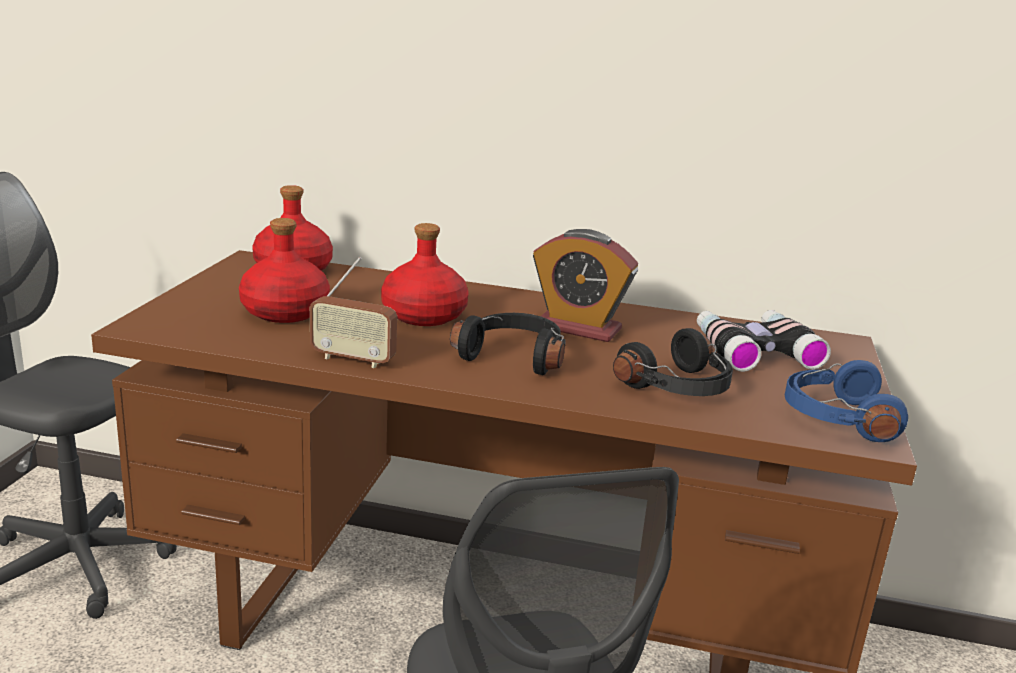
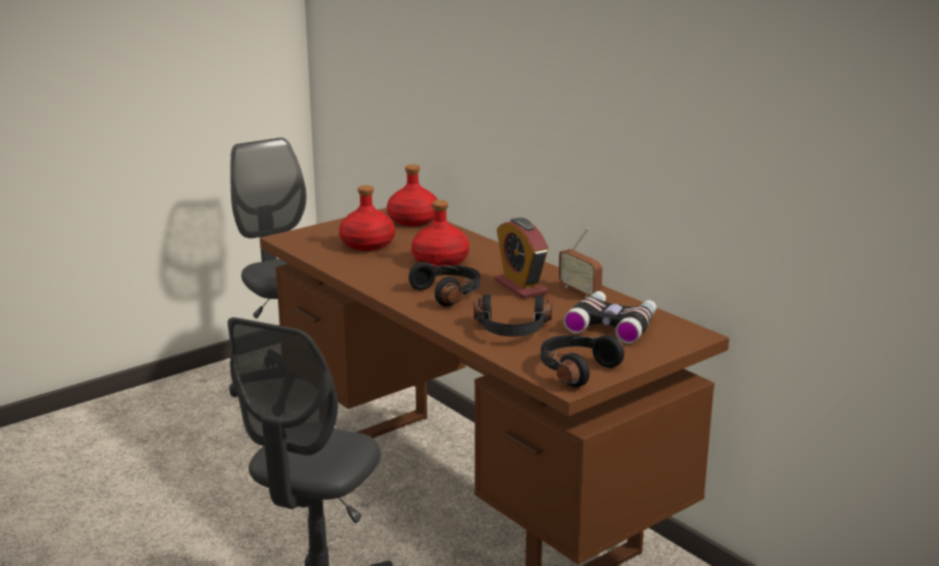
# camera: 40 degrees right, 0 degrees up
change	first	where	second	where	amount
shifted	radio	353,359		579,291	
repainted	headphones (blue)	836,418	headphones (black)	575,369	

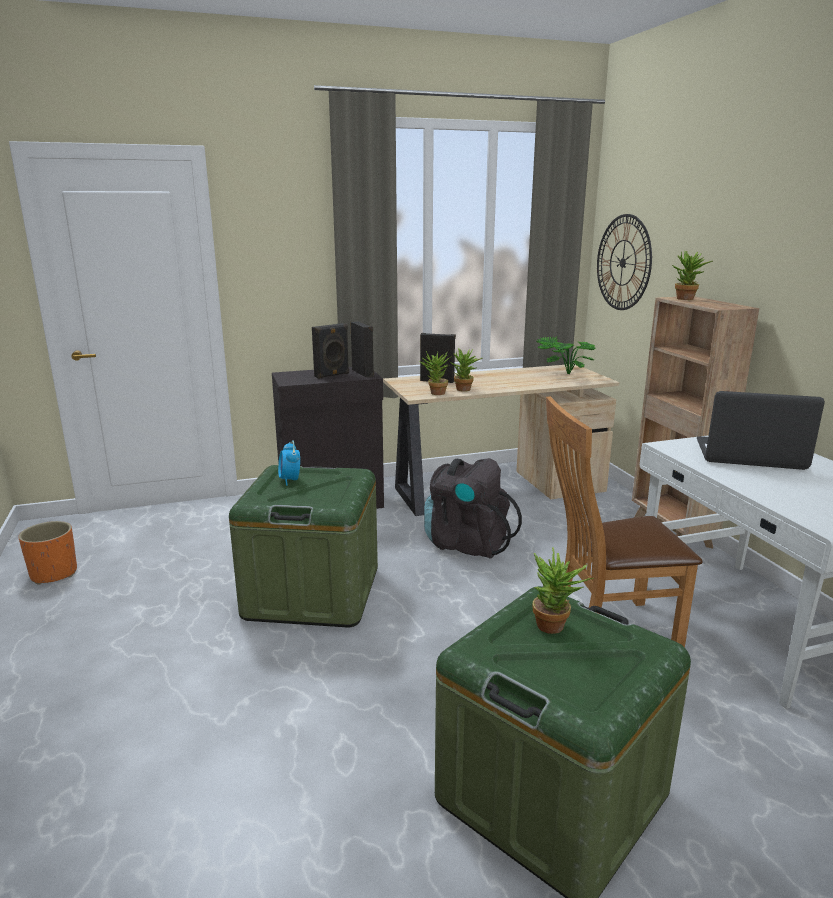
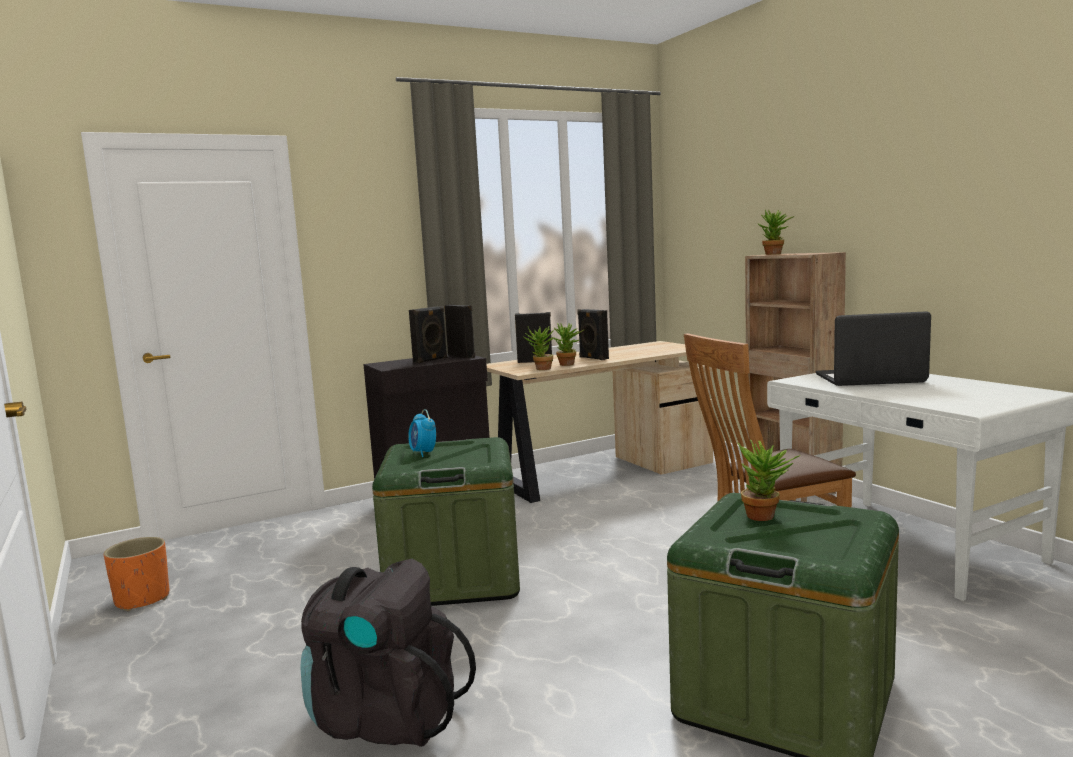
# camera: 10 degrees left, 10 degrees down
change	first	where	second	where	amount
gone	potted plant	564,374			
gone	wall clock	623,262			
new			speaker (black)	593,358	
shifted	backpack (black)	467,543		385,717	

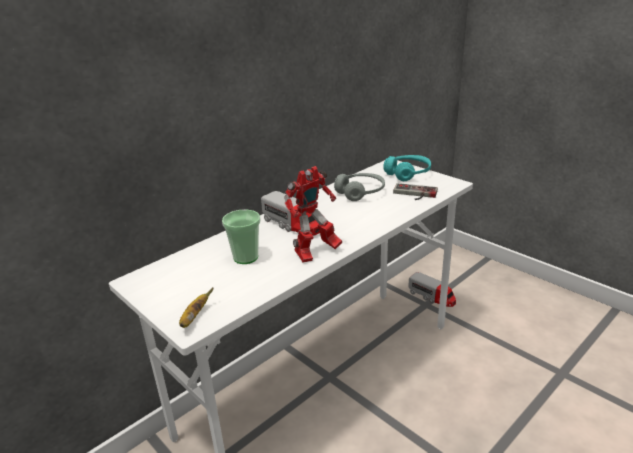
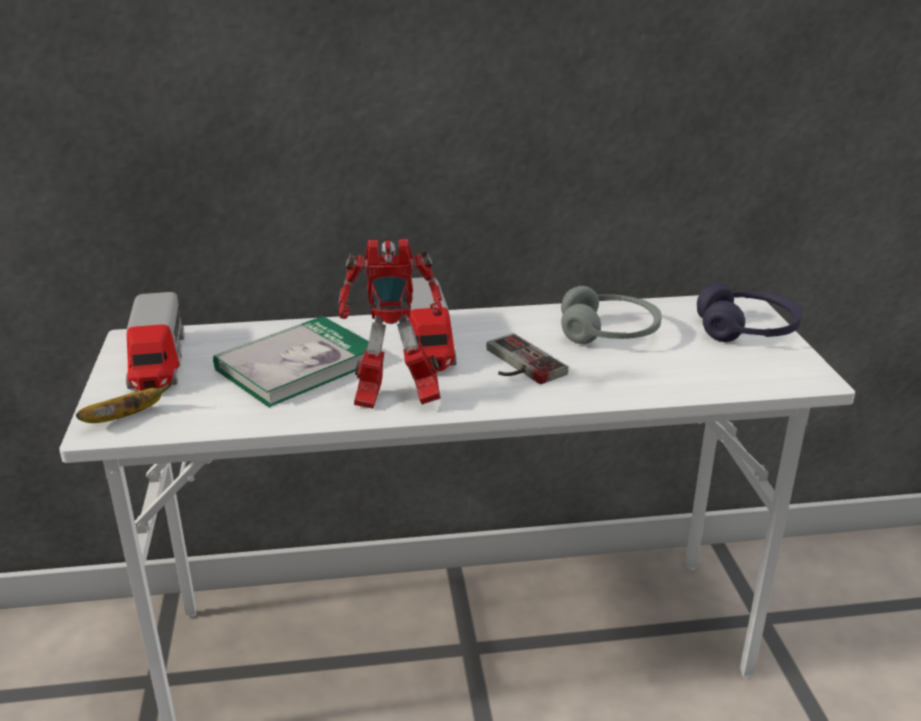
# camera: 35 degrees right, 0 degrees up
change	first	where	second	where	amount
shifted	game controller	414,194		517,364	
shifted	toy truck	432,297		158,363	
swapped	cup	245,257	book	297,365	
repainted	headphones (turquoise)	407,173	headphones (purple)	746,330	

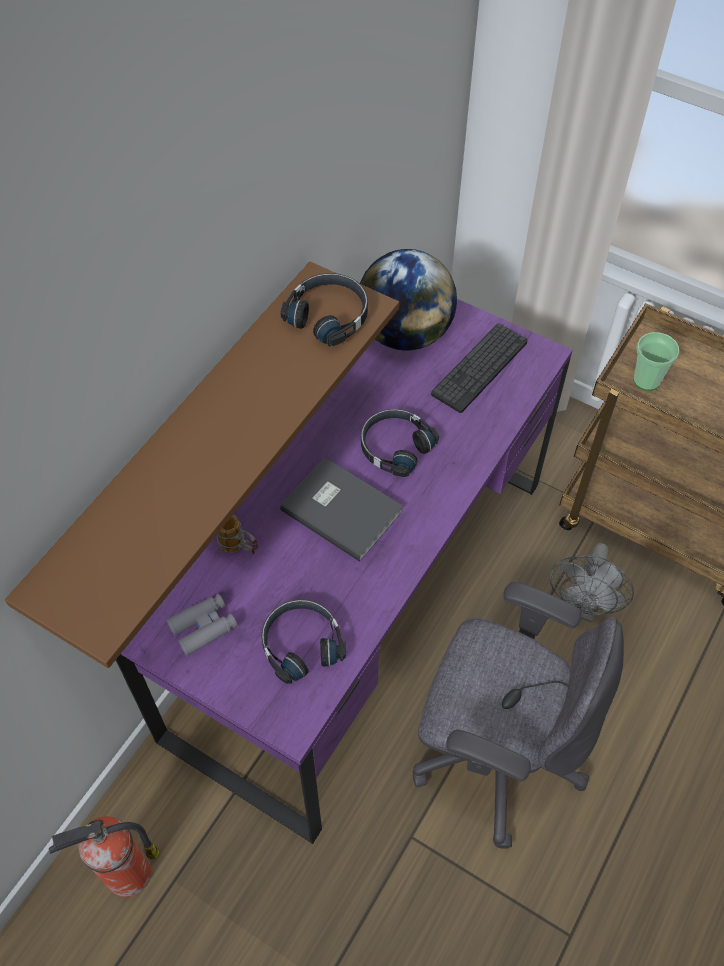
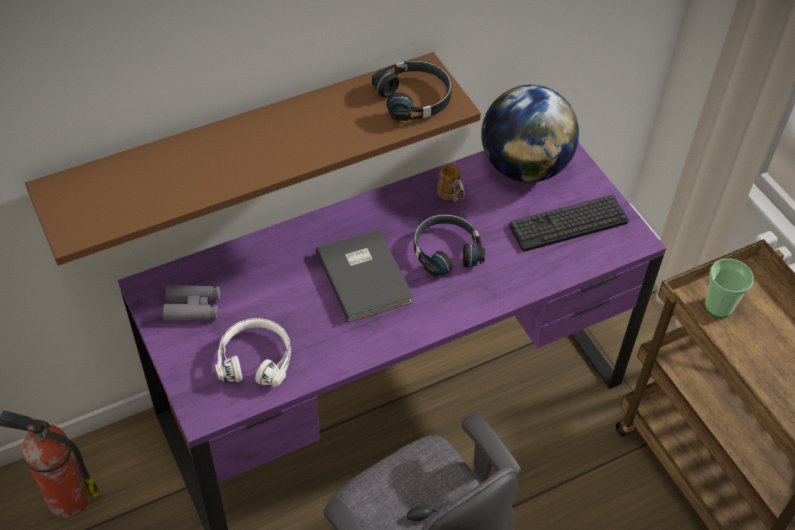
# camera: 30 degrees right, 5 degrees down
change	first	where	second	where	amount
gone	fan (grey)	582,607			
shifted	mug	240,548		452,199	
repainted	headphones (black)	301,643	headphones (white)	255,358	

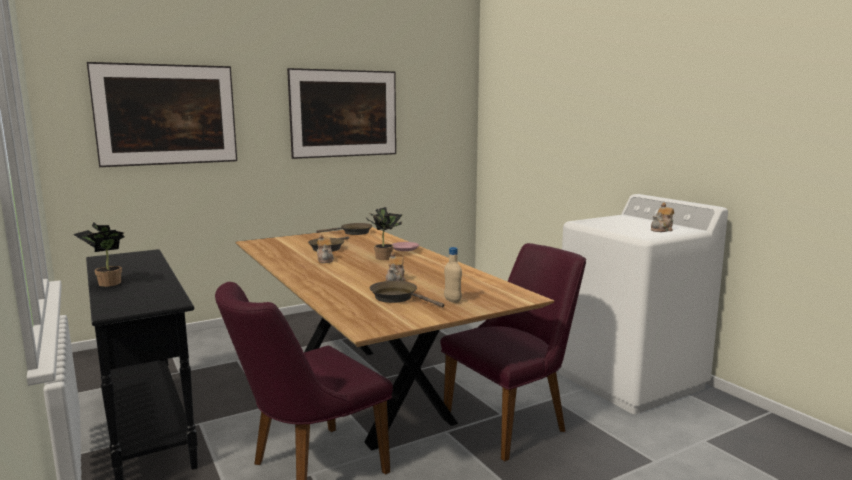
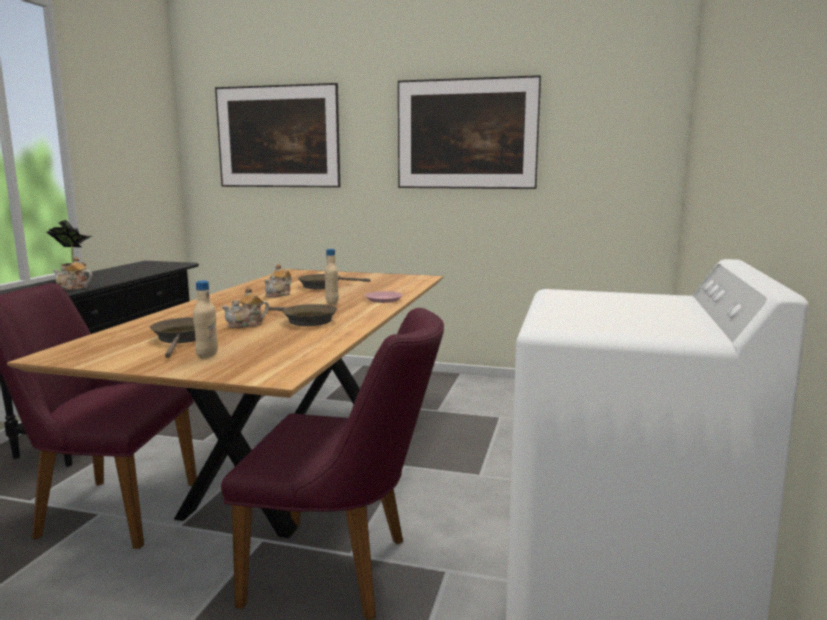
# camera: 45 degrees right, 0 degrees up
change	first	where	second	where	amount
shifted	frying pan (brown)	353,232		306,320	
shifted	teapot	662,230		73,288	
swapped	potted plant	384,257	bottle (beige)	332,303	

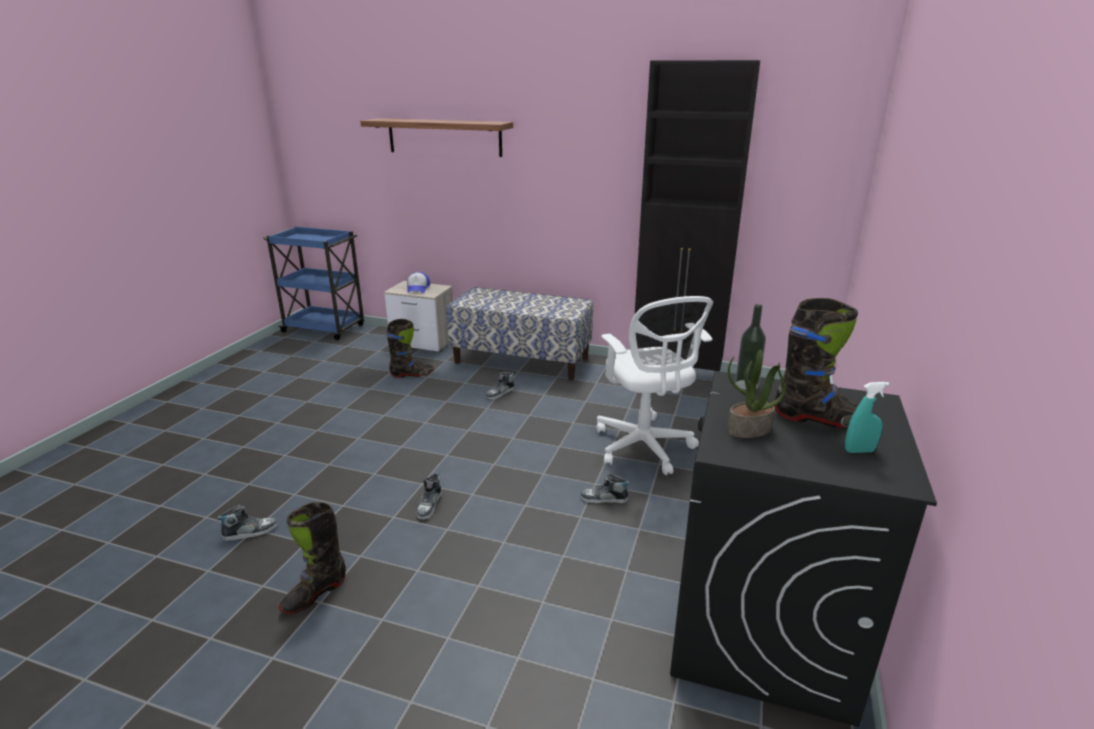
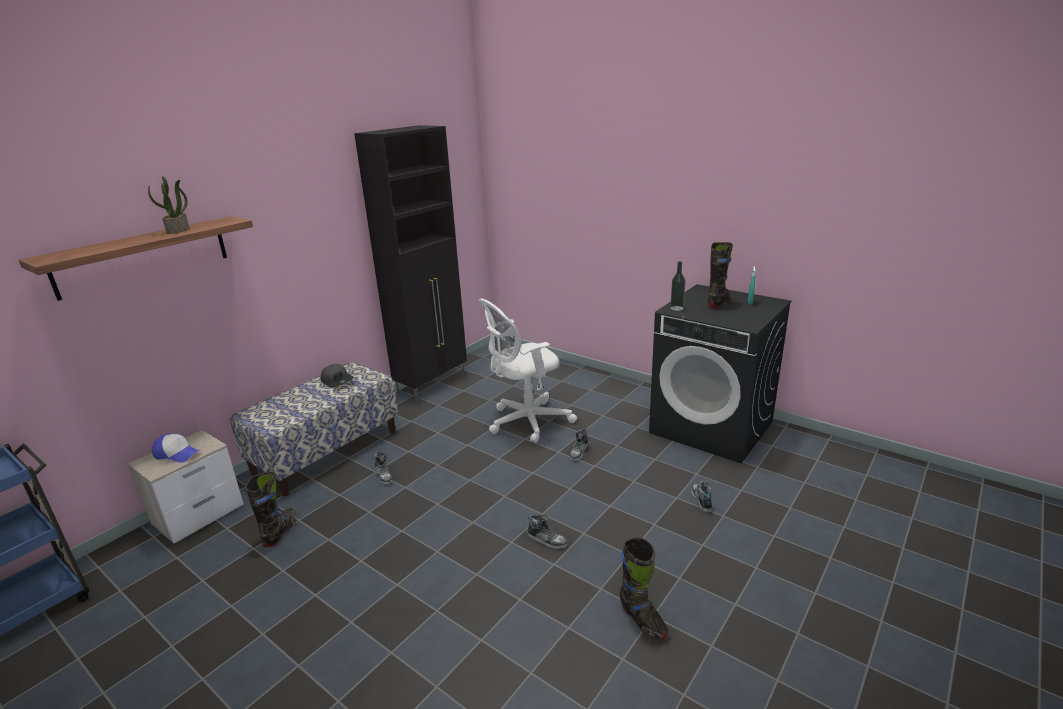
# camera: 70 degrees left, 0 degrees up
change	first	where	second	where	amount
new			cap (grey)	337,381	
shifted	shoe	250,532		701,499	
shifted	potted plant	749,430		178,230	
rotated	office chair (white)	645,448		526,422	150 degrees clockwise

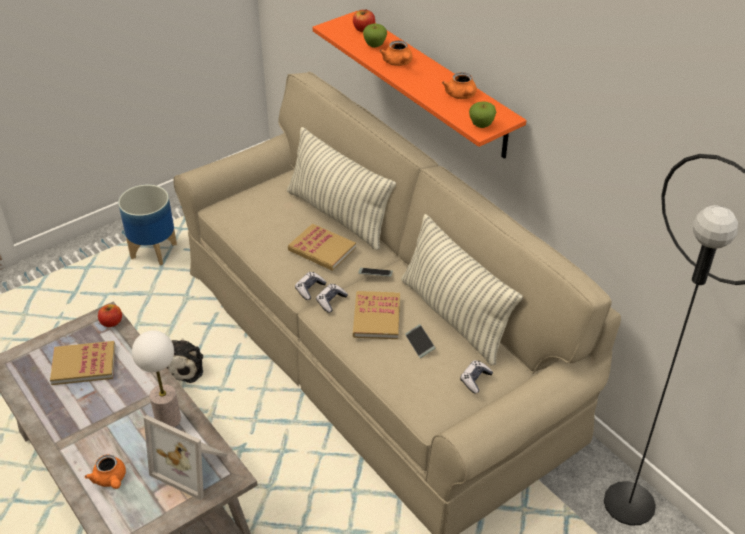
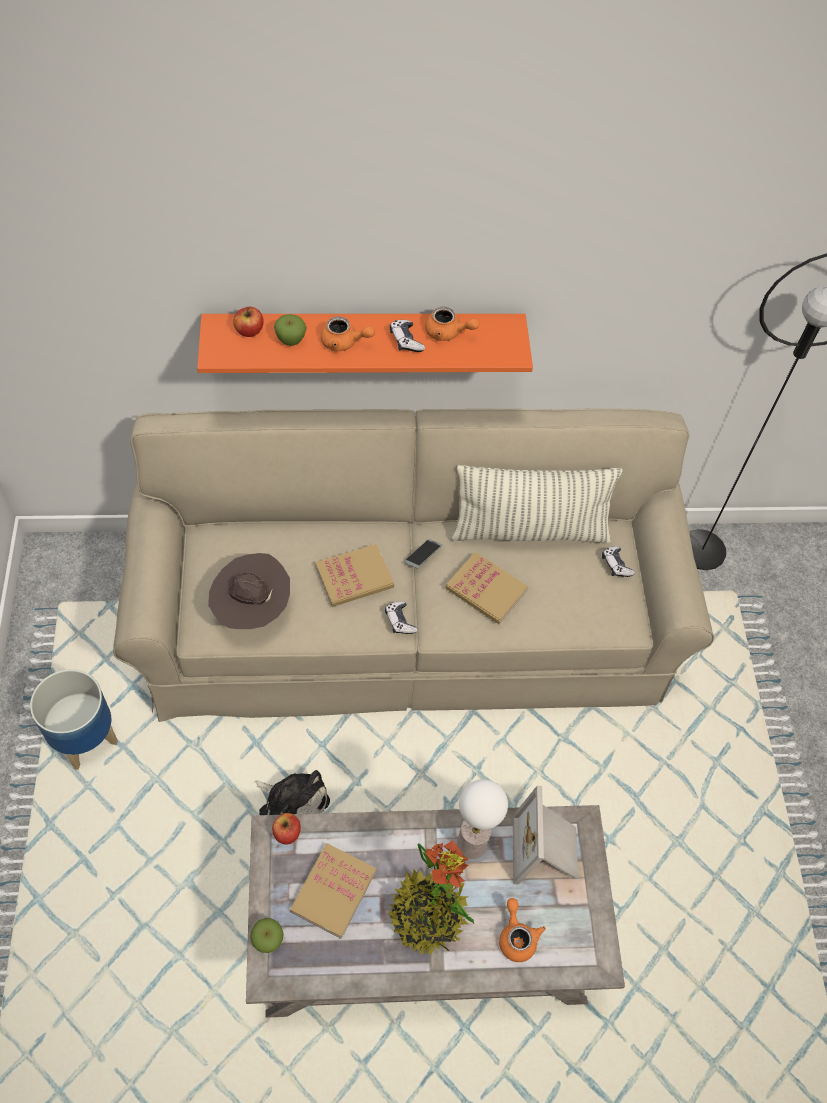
# camera: 60 degrees left, 15 degrees up
change	first	where	second	where	amount
gone	pillow	338,215			
gone	phone	419,344			
new			hat (brown)	251,608	
new			potted plant	427,916	
shifted	game controller	331,301		406,340	
shifted	apple	481,125		268,940	
rotated	teapot (orange)	110,479		517,936	105 degrees counterclockwise
rotated	picture frame	193,465		546,851	120 degrees clockwise

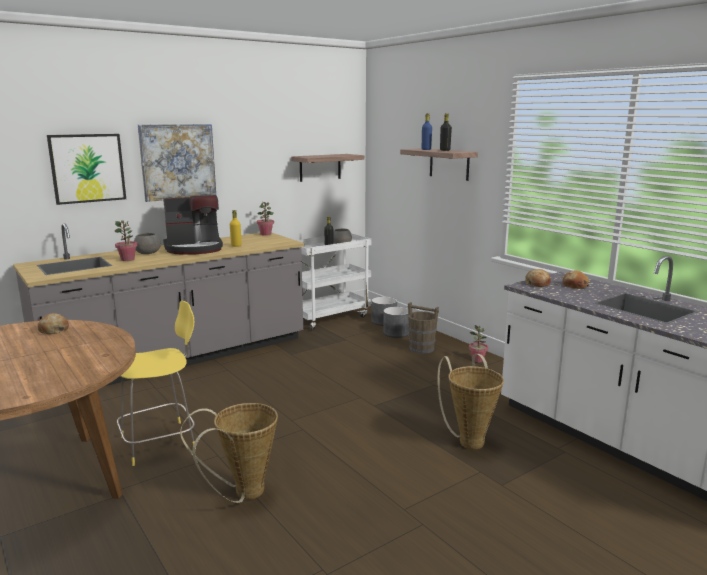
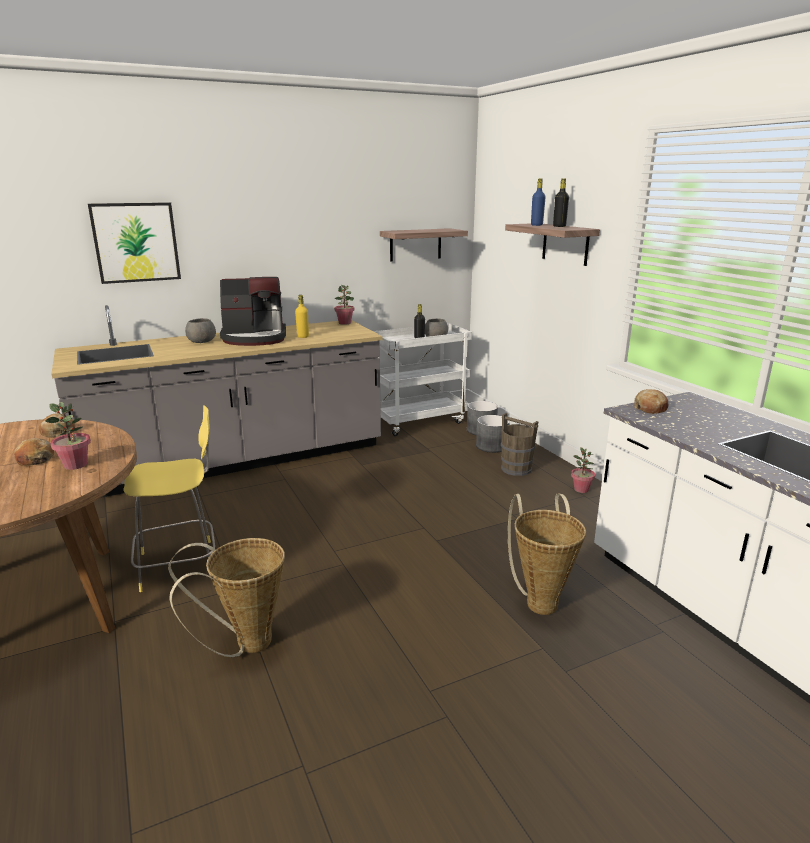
# camera: 10 degrees right, 5 degrees up
change	first	where	second	where	amount
gone	picture	178,161			
shifted	potted plant	128,259		75,465	
shifted	bread	575,285		35,459	

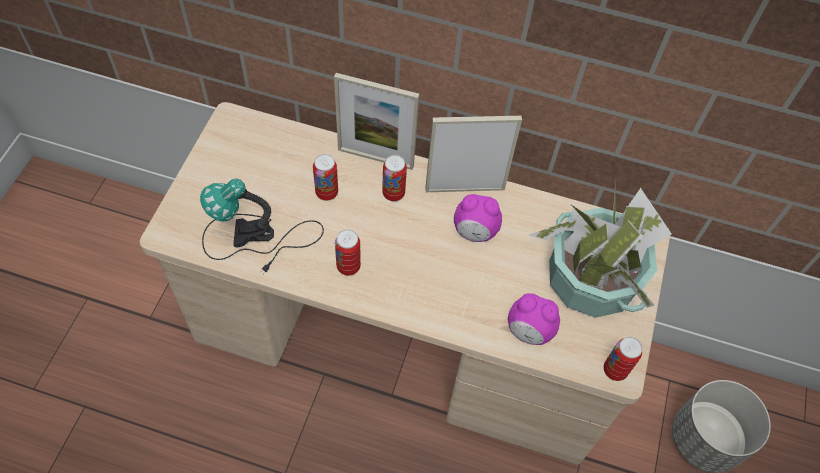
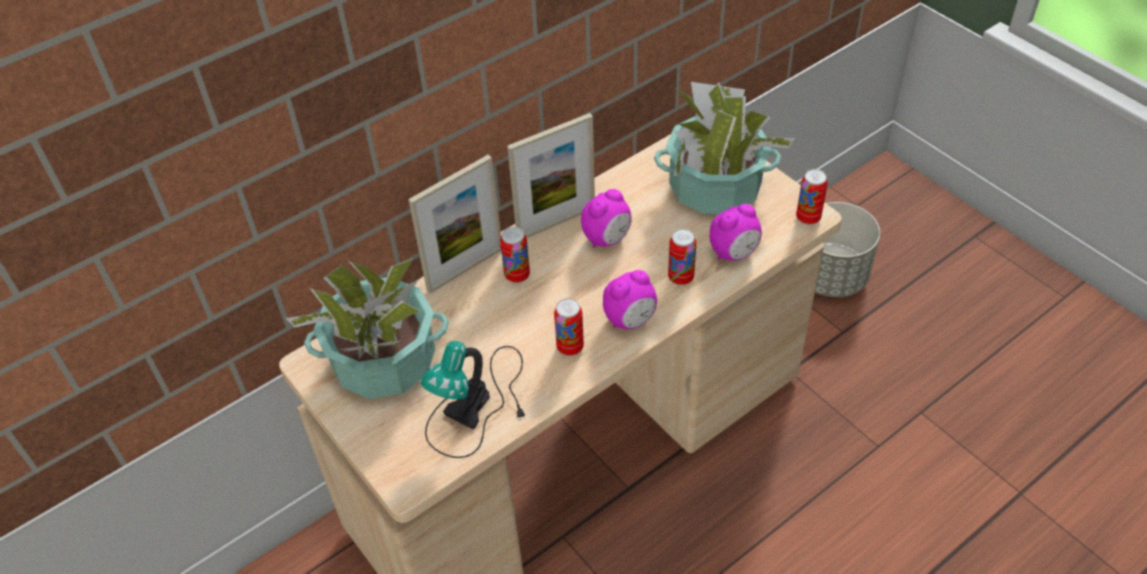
# camera: 50 degrees left, 10 degrees down
change	first	where	second	where	amount
new			potted plant	384,362	
new			alarm clock	630,319	
shifted	can	326,193		680,277	
rotated	picture frame	465,189		556,223	150 degrees counterclockwise

